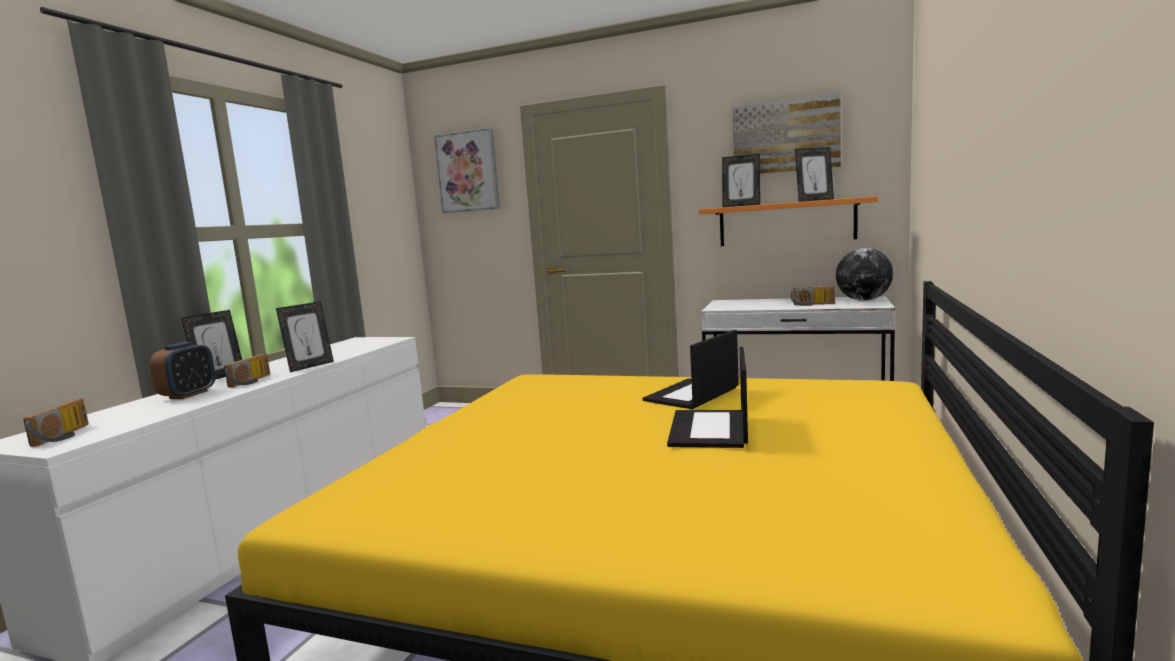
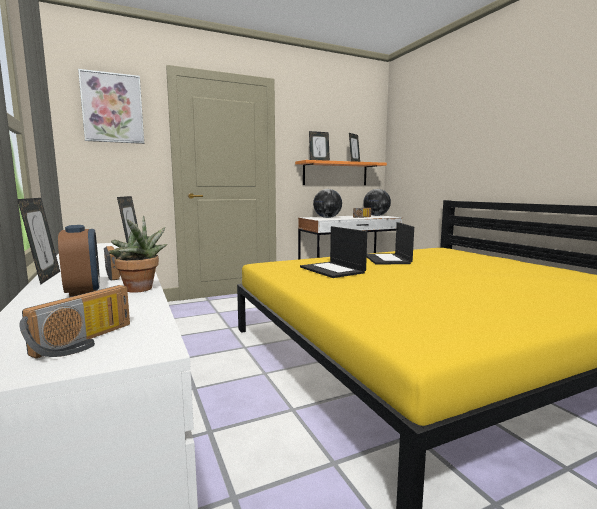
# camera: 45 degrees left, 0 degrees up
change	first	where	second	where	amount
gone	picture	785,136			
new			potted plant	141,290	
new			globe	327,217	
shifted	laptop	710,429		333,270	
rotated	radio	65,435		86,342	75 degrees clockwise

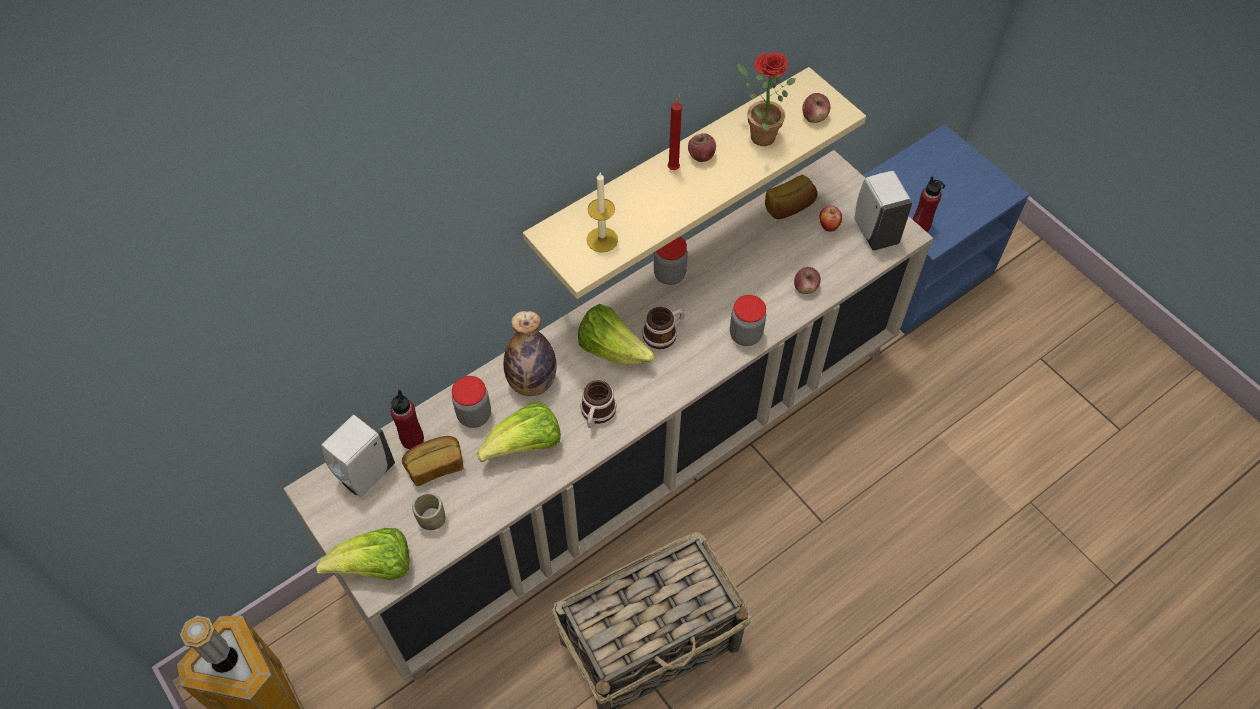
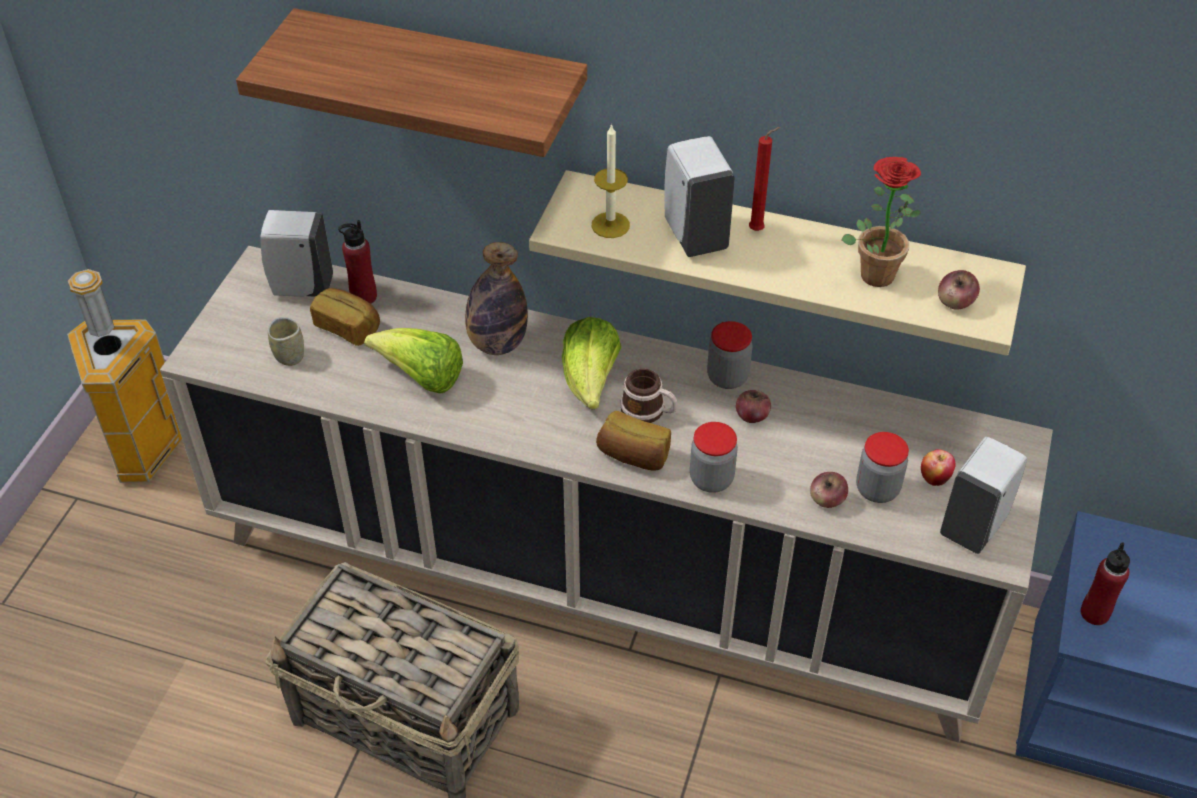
# camera: 55 degrees right, 10 degrees down
change	first	where	second	where	amount
gone	lettuce	376,567			
gone	mug	596,414			
new			shelf	441,80	
new			soap dispenser (white)	694,234	
shifted	jar	474,415		877,489	
shifted	apple	701,156		752,416	
shifted	bread	790,207		633,455	

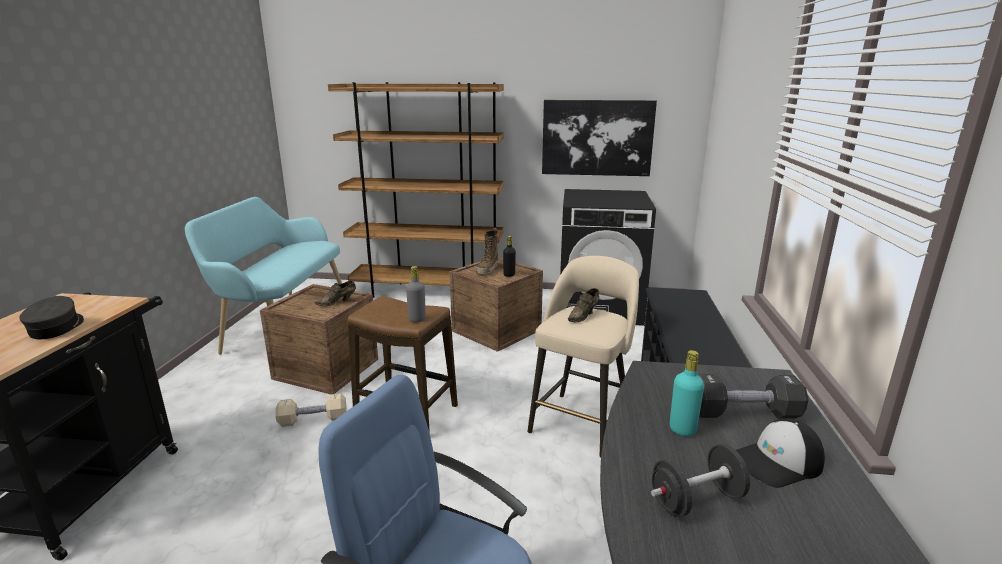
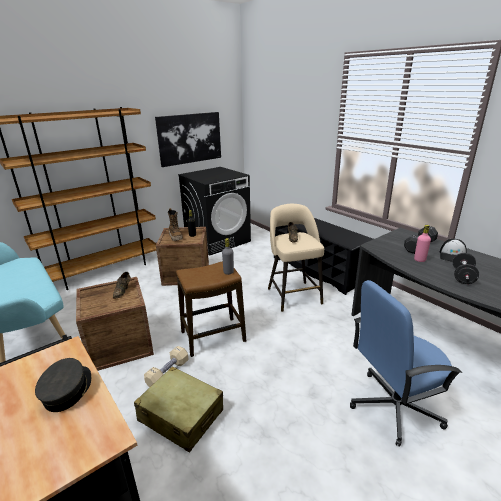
# camera: 45 degrees left, 5 degrees up
change	first	where	second	where	amount
new			suitcase (beige)	181,415	
repainted	bottle (turquoise)	682,430	bottle (pink)	419,260	
rotated	cap (grey)	56,328		67,390	60 degrees clockwise

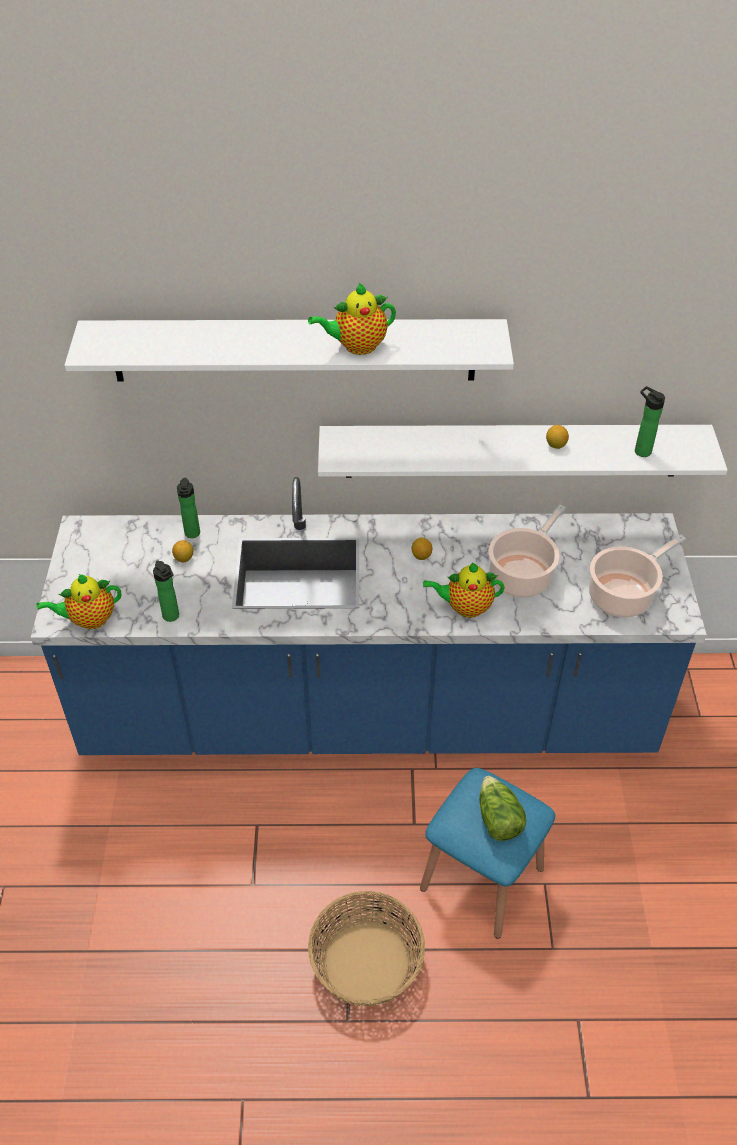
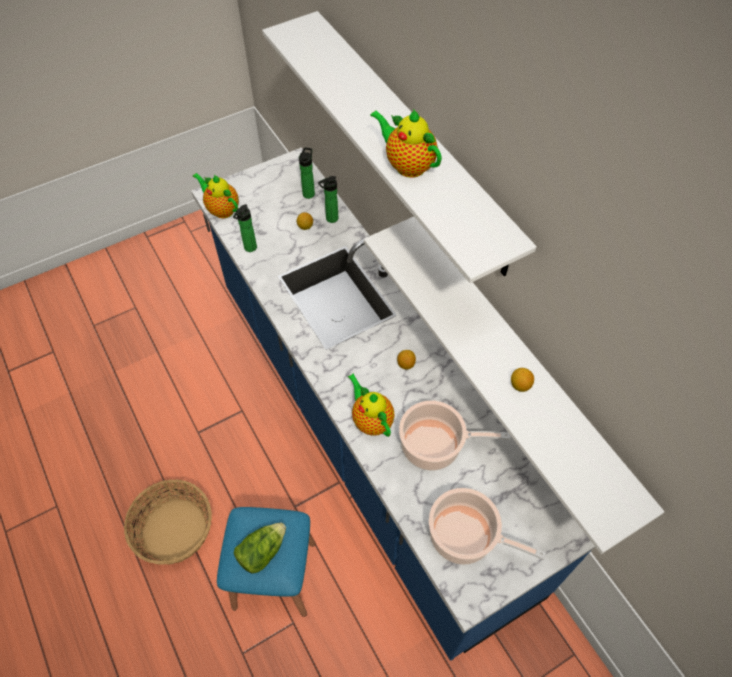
# camera: 60 degrees right, 10 degrees up
change	first	where	second	where	amount
shifted	bottle	640,450		309,193	

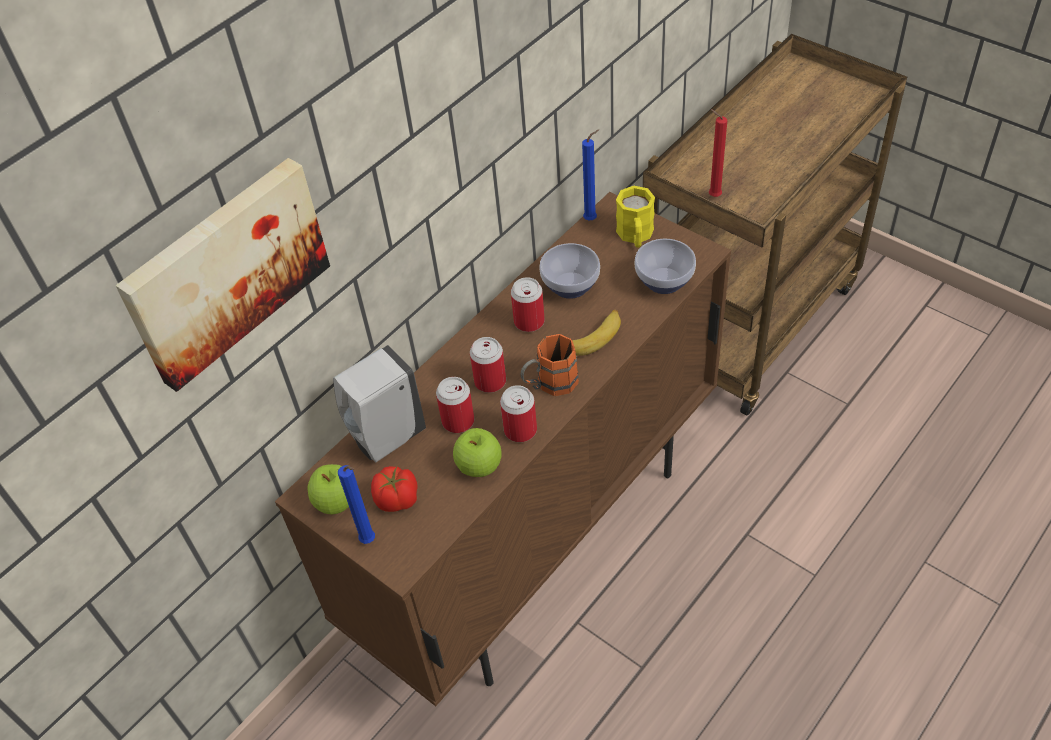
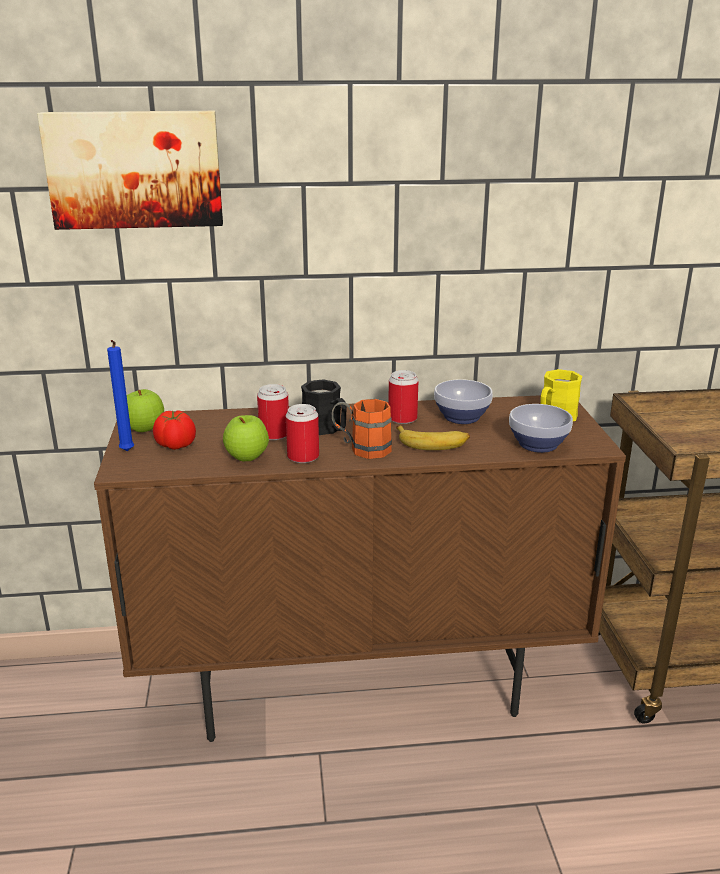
# camera: 40 degrees right, 25 degrees down
change	first	where	second	where	amount
gone	soap dispenser (white)	385,438			
gone	candle (blue)	592,219			
gone	candle (red)	712,196			
swapped	can	490,381	mug (black)	327,429	

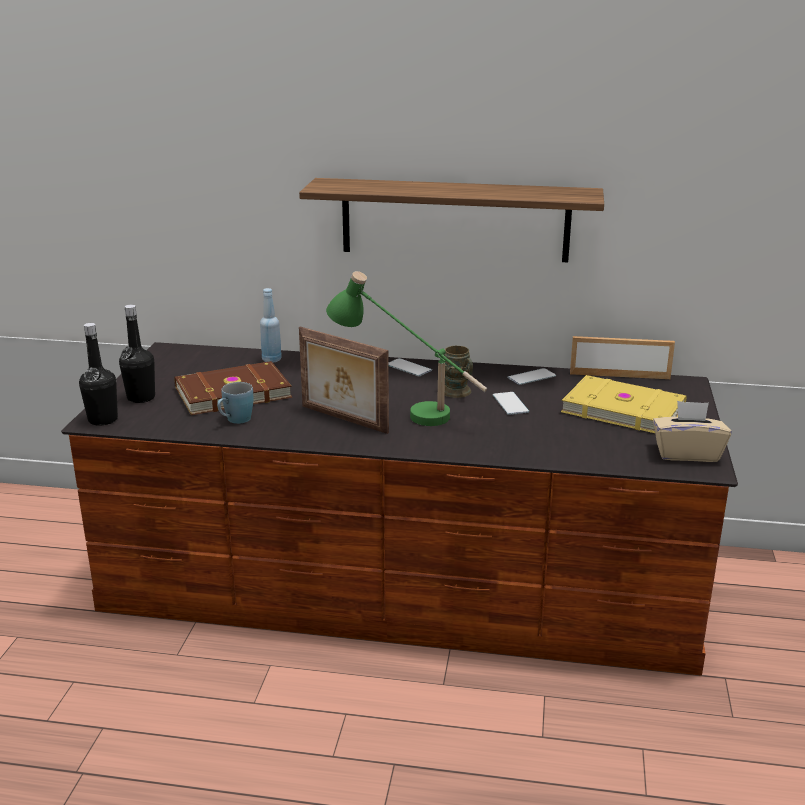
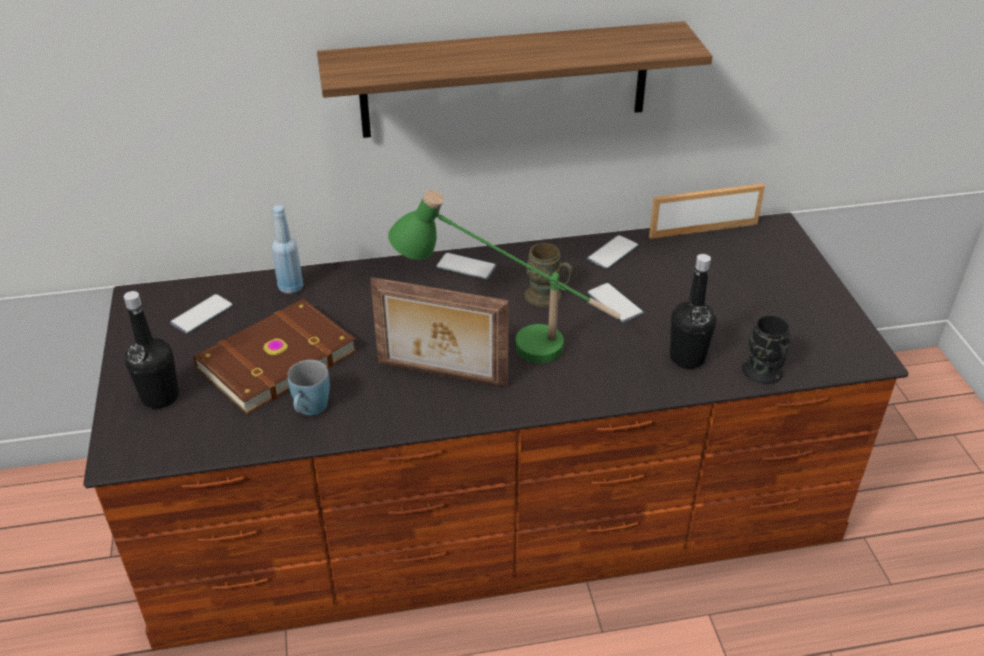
# camera: 20 degrees left, 15 degrees up
change	first	where	second	where	amount
gone	book (yellow)	623,408			
gone	tissue box (beige)	687,453			
new			phone	201,314	
new			mug (black)	765,376	
shifted	bottle (black)	103,420		687,358	

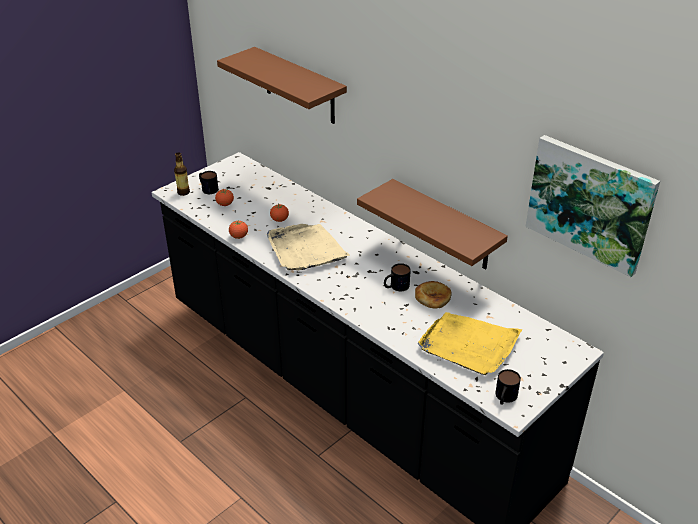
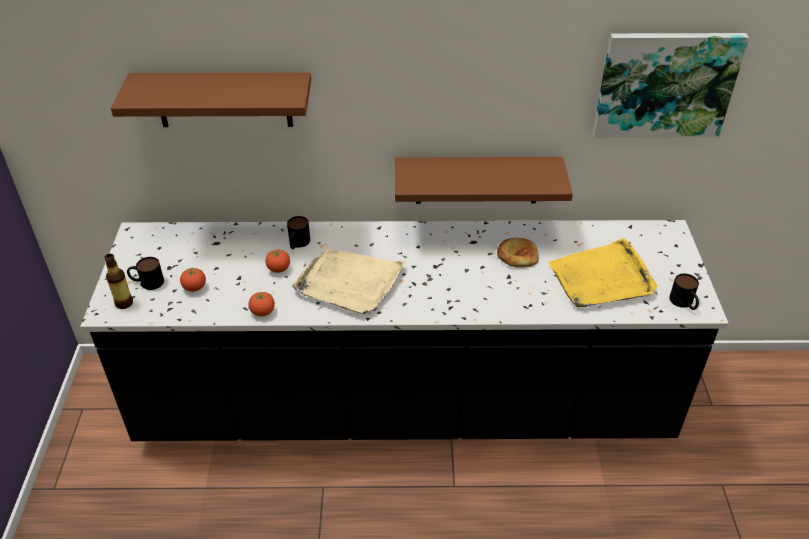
# camera: 45 degrees left, 5 degrees up
change	first	where	second	where	amount
shifted	mug	396,287		297,244	

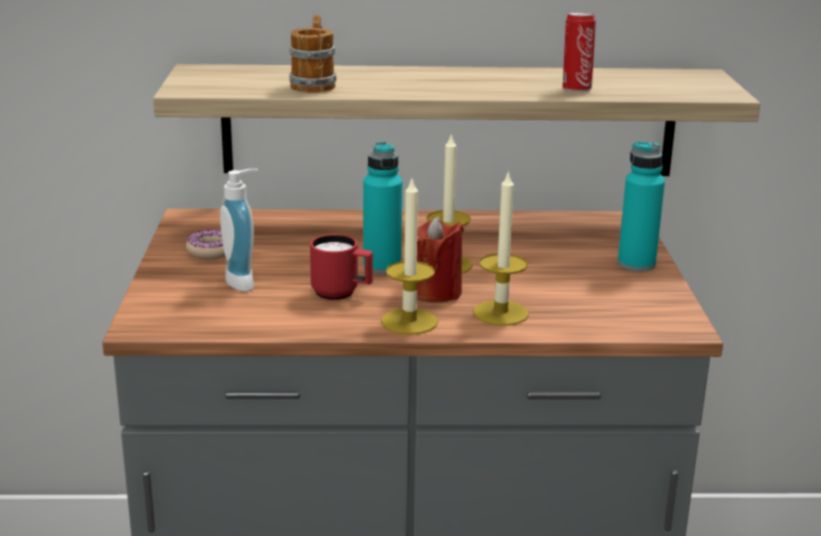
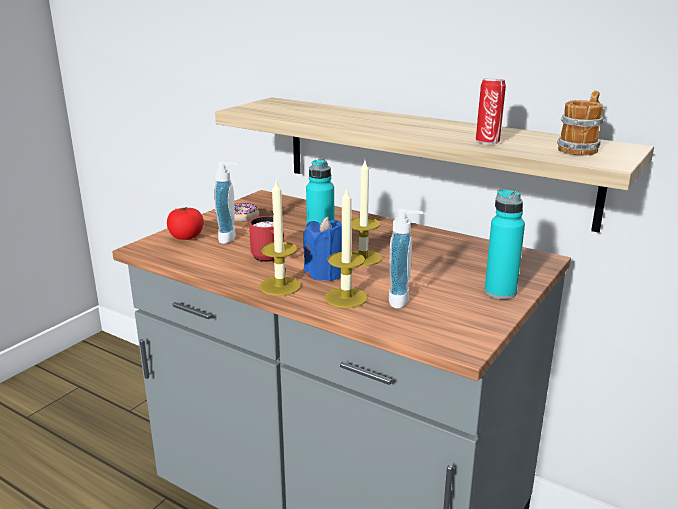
# camera: 35 degrees right, 0 degrees up
change	first	where	second	where	amount
new			tomato	186,237	
new			soap dispenser	403,300	
shifted	mug	314,84		580,149	
repainted	candle (red)	434,292	candle (blue)	325,273	

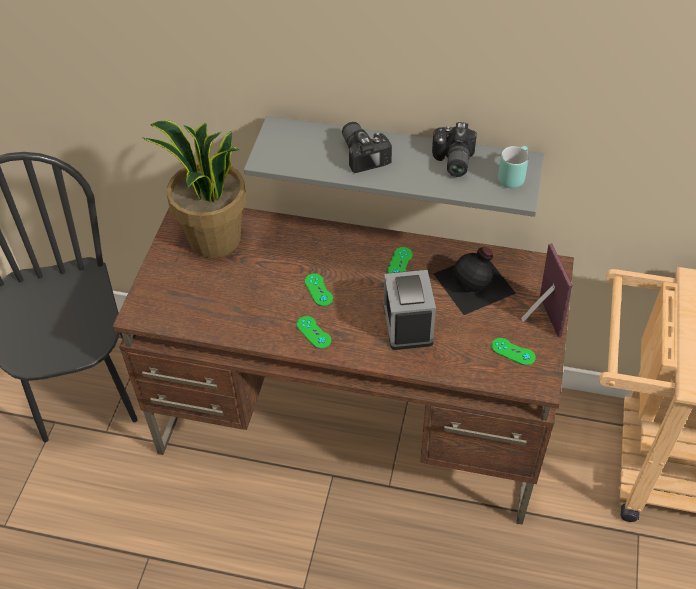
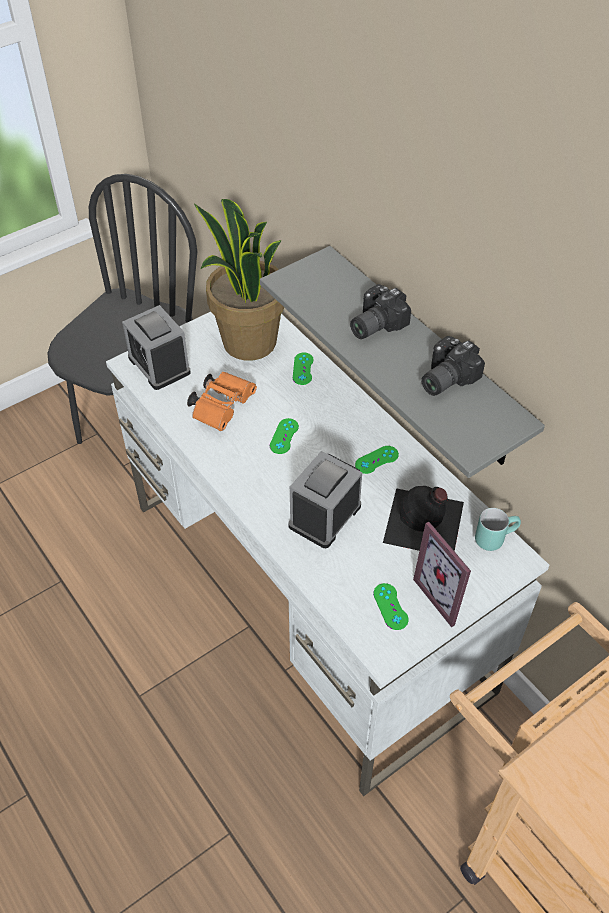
# camera: 40 degrees right, 0 degrees up
change	first	where	second	where	amount
new			alarm clock	159,365	
new			binoculars (orange)	223,406	
shifted	game controller (green)	313,332		303,369	
shifted	mug (turquoise)	512,176		494,537	
repainted	desk (brown)	353,423	desk (white)	308,596	
rotated	photo camera	364,153		373,324	150 degrees counterclockwise
rotated	picture frame	537,319		447,594	120 degrees clockwise

